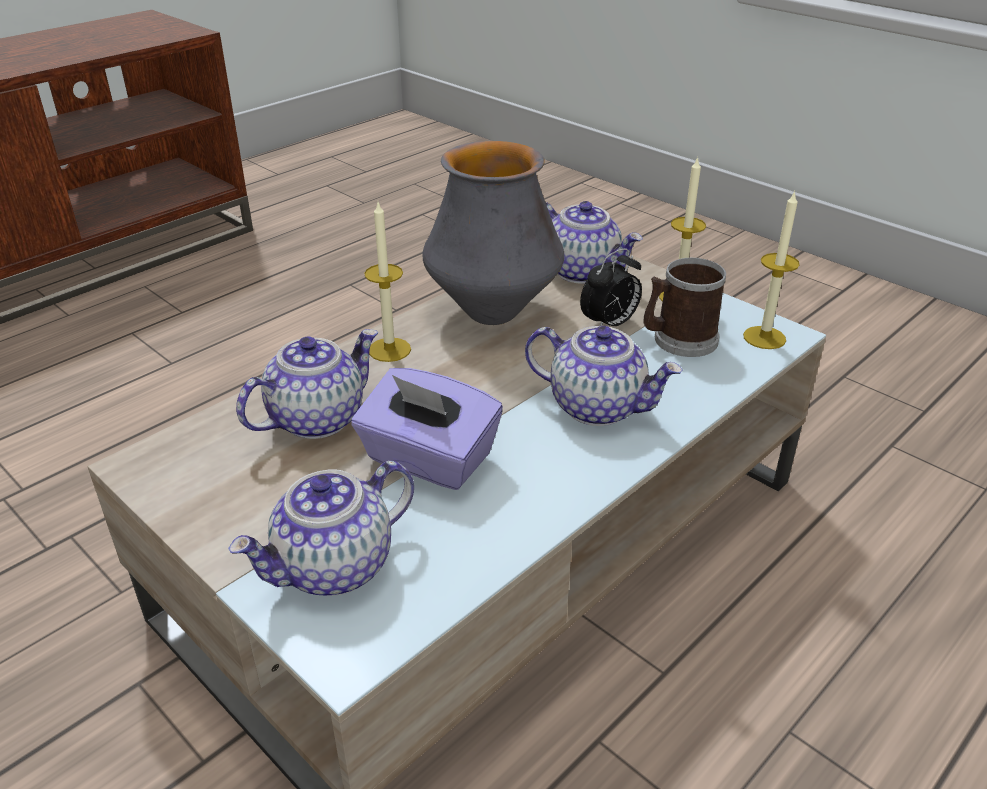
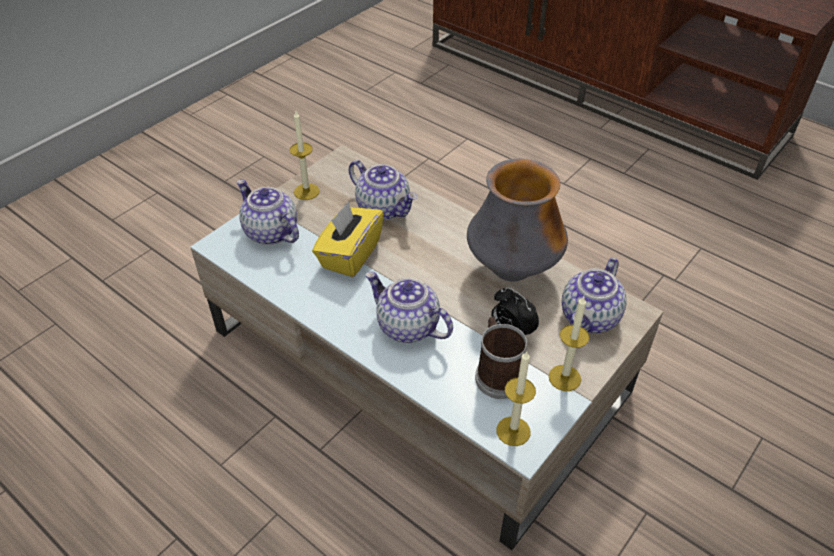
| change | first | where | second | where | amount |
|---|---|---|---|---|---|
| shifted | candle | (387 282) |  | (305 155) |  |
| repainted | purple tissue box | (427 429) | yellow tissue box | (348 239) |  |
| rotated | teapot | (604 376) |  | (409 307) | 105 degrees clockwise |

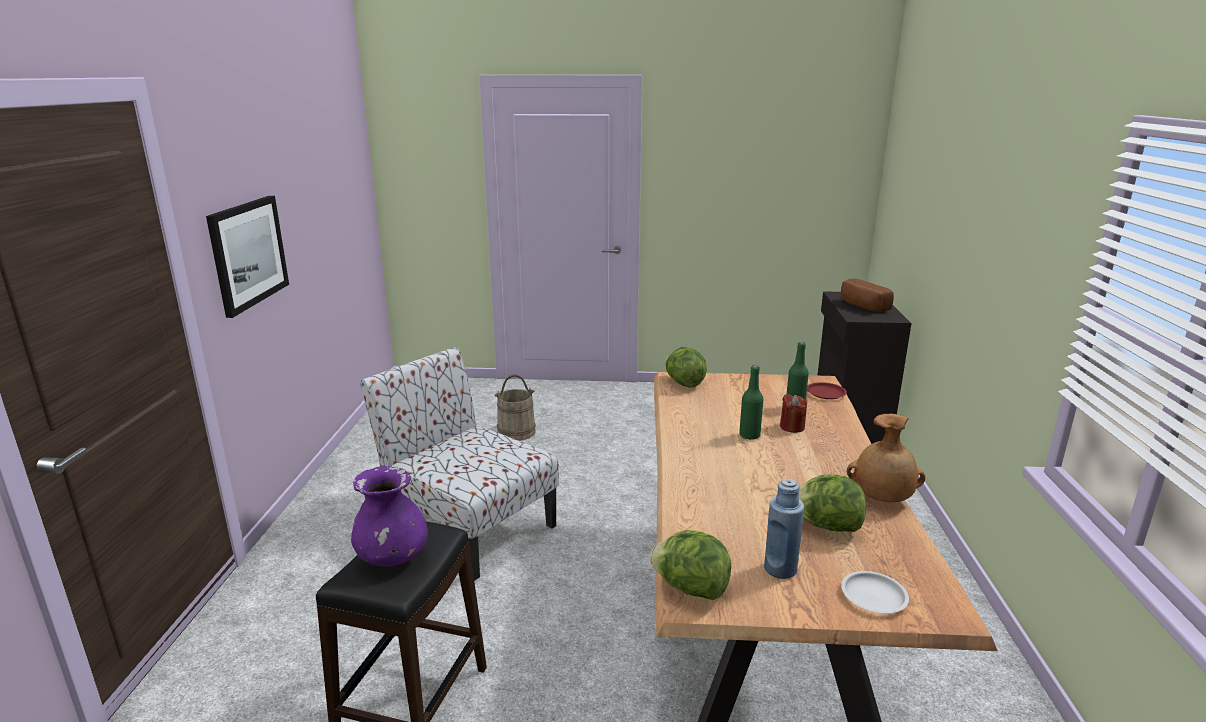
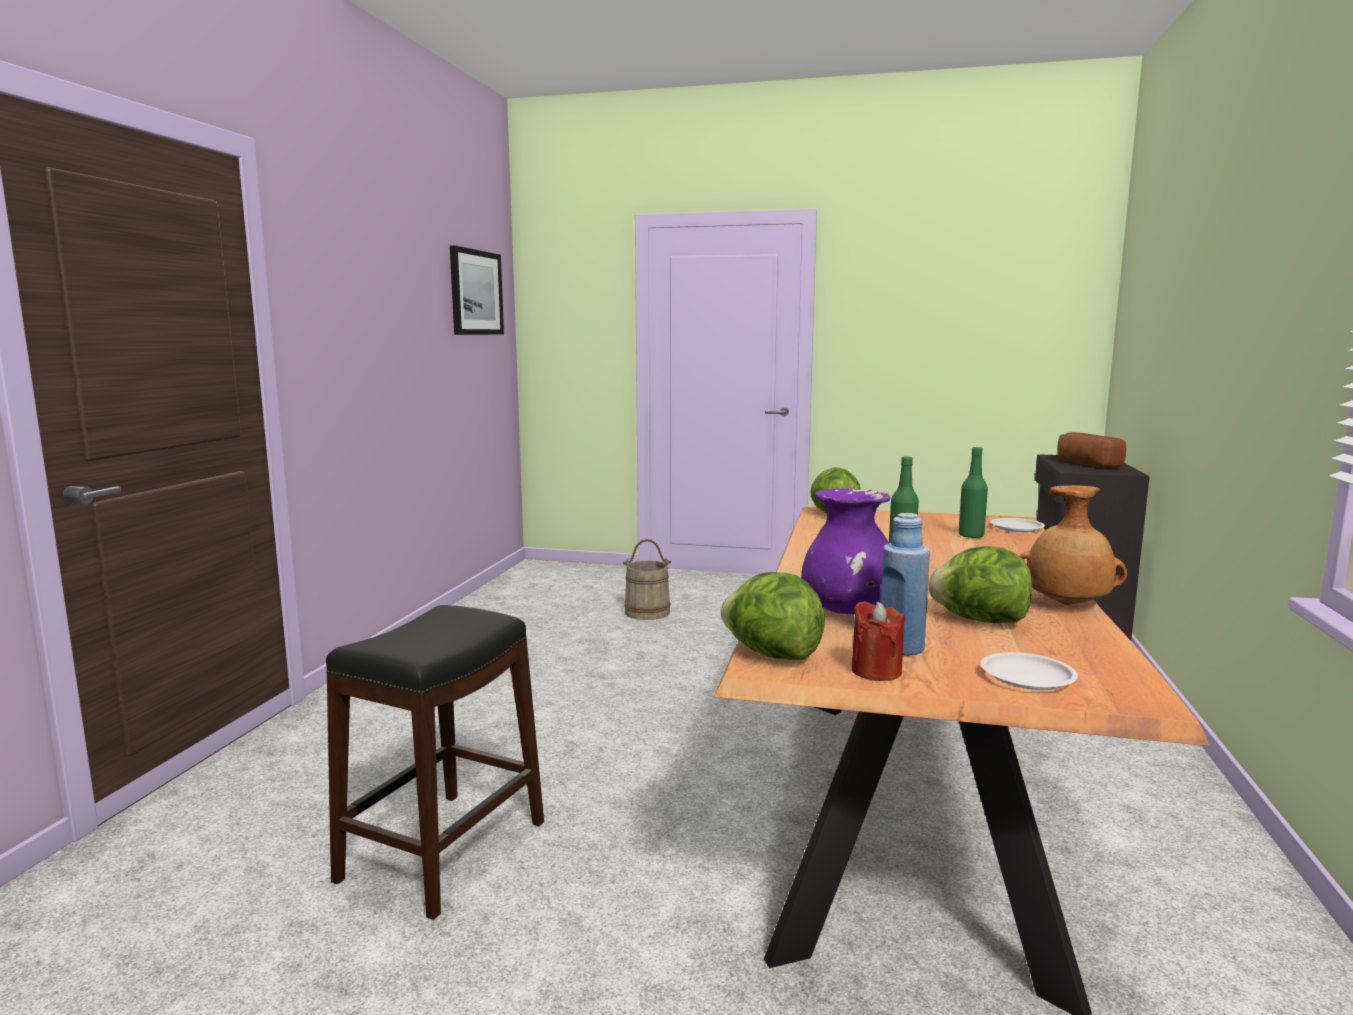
| change | first | where | second | where | amount |
|---|---|---|---|---|---|
| shifted | picture | (247 257) |  | (477 290) |  |
| shifted | purple vase | (389 516) |  | (845 551) |  |
| shifted | red candle | (793 413) |  | (878 641) |  |
| repainted | red plate | (827 390) | white plate | (1017 525) |  |
| gone | chair | (459 463) |  |  |  |

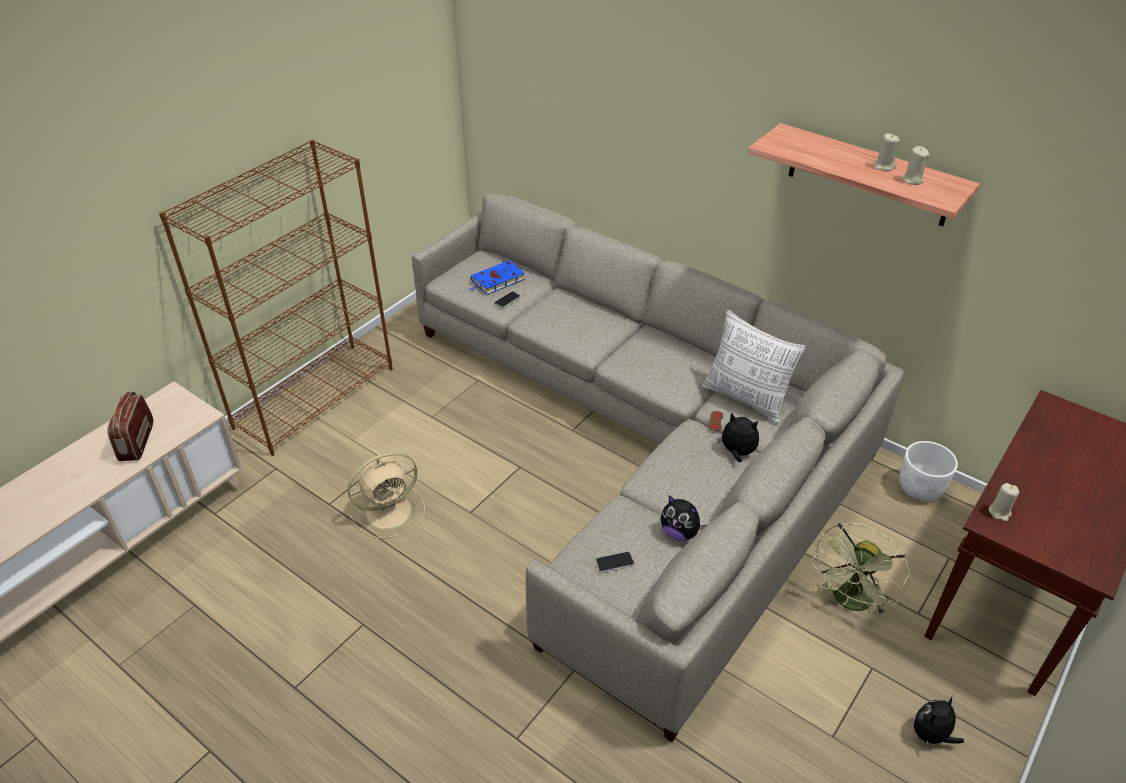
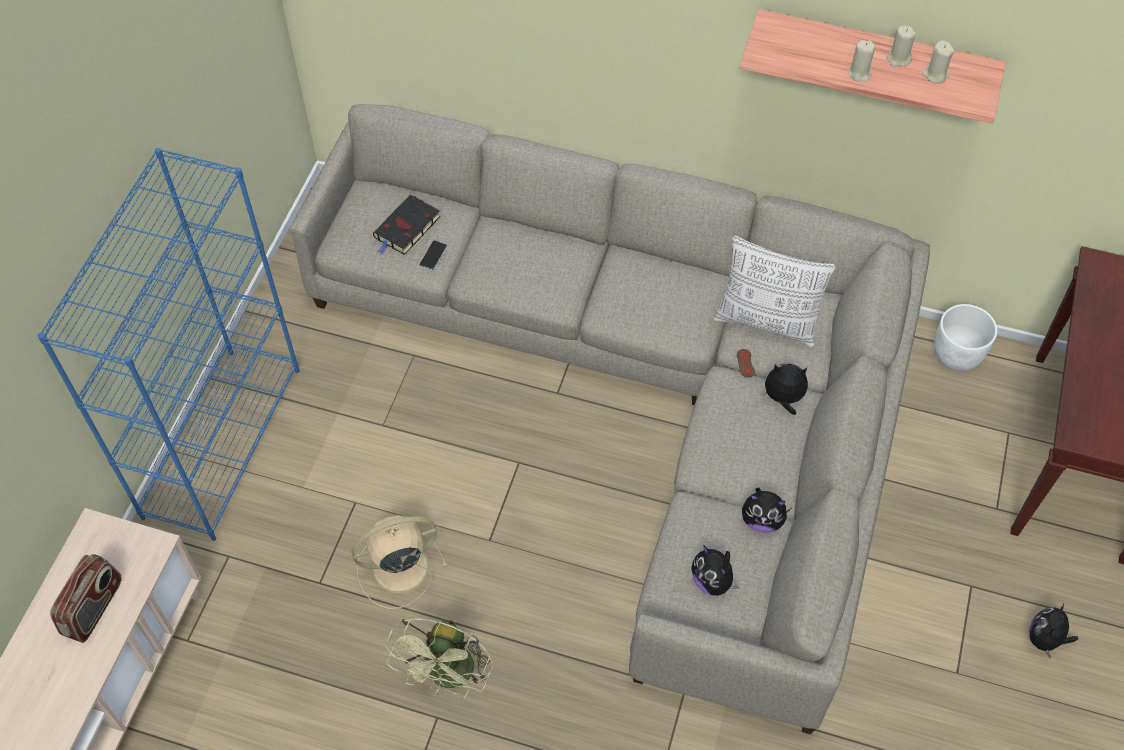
| change | first | where | second | where | amount |
|---|---|---|---|---|---|
| repainted | brown bookcase | (276 298) | blue bookcase | (169 344) |  |
| rotated | radio | (130 426) |  | (86 598) | 135 degrees counterclockwise |
| rotated | beige fan | (386 495) |  | (399 562) | 150 degrees counterclockwise |
| repainted | blue book | (497 277) | black book | (406 225) |  |
| shifted | green fan | (860 569) |  | (439 659) |  |
| swapped | phone | (615 562) | plush toy | (715 571) |  |
| shifted | beige candle | (1004 502) |  | (861 61) |  |

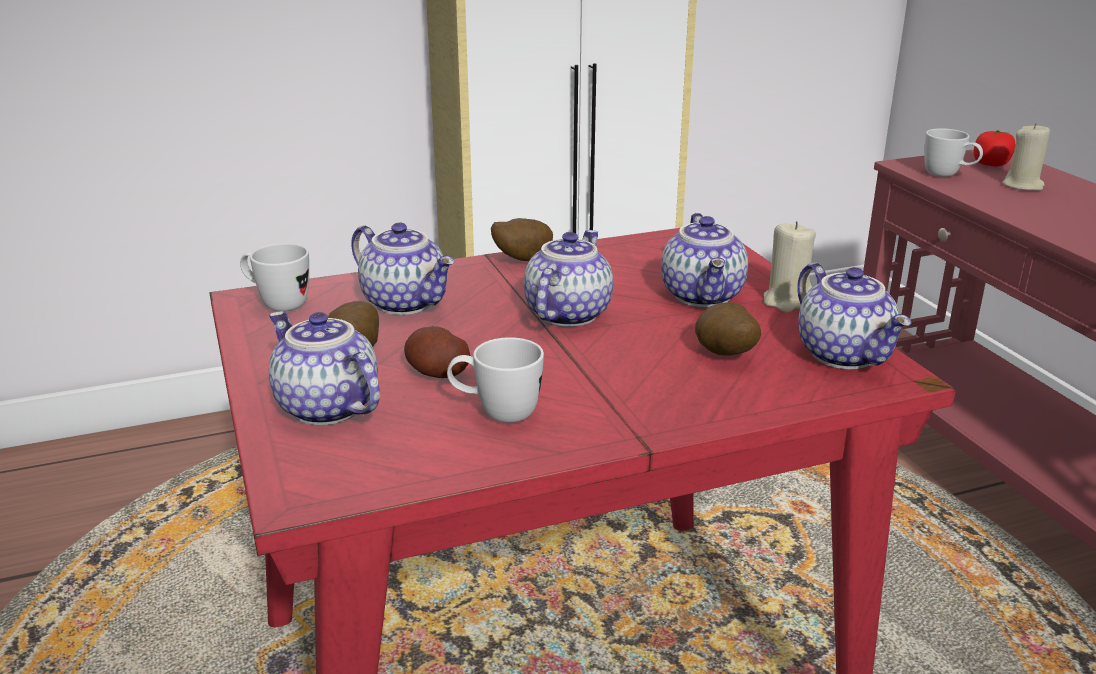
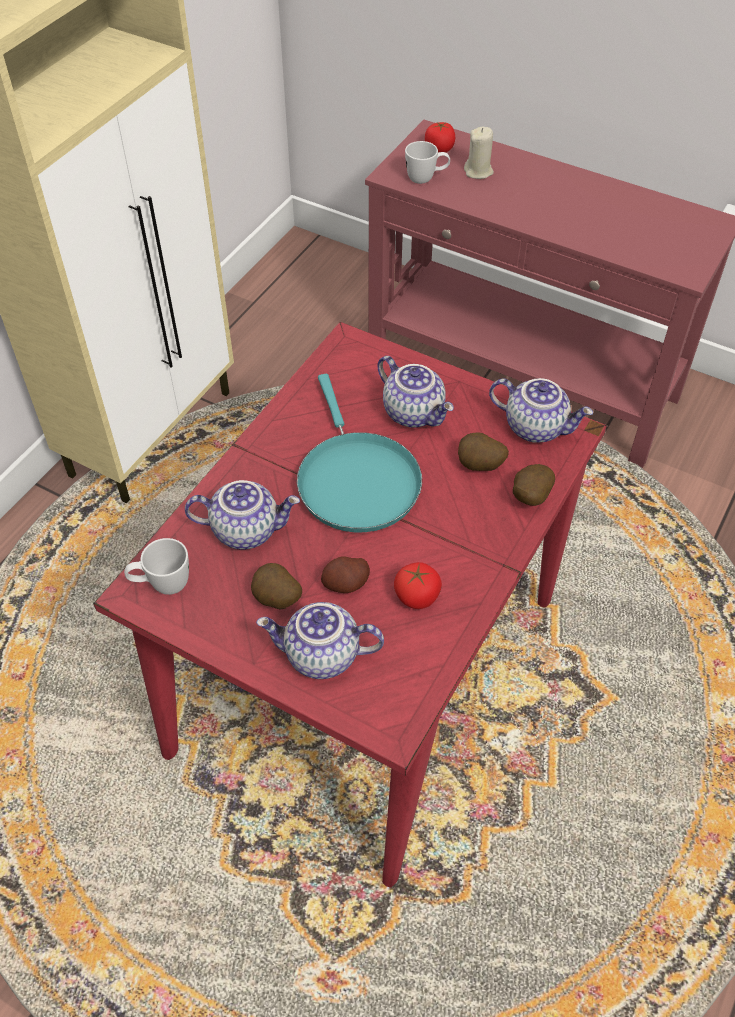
| change | first | where | second | where | amount |
|---|---|---|---|---|---|
| swapped | teapot | (568 278) | turquoise frying pan | (359 453) |  |
| swapped | white mug | (495 380) | tomato | (418 585) |  |
| shifted | potato | (522 239) |  | (534 485) |  |
| gone | beige candle | (790 266) |  |  |  |

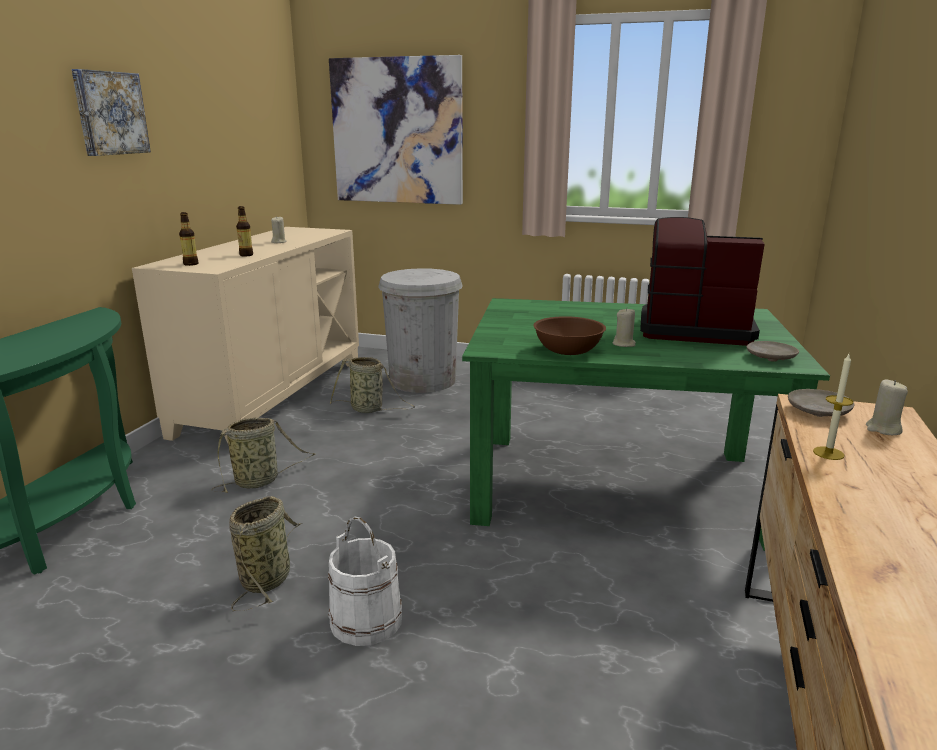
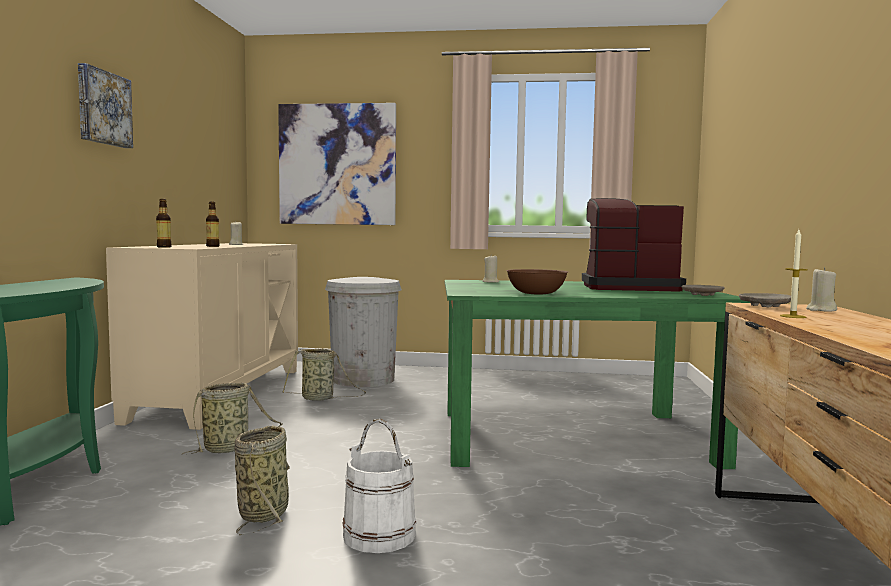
| change | first | where | second | where | amount |
|---|---|---|---|---|---|
| shifted | beige candle | (624 327) |  | (491 268) |  |

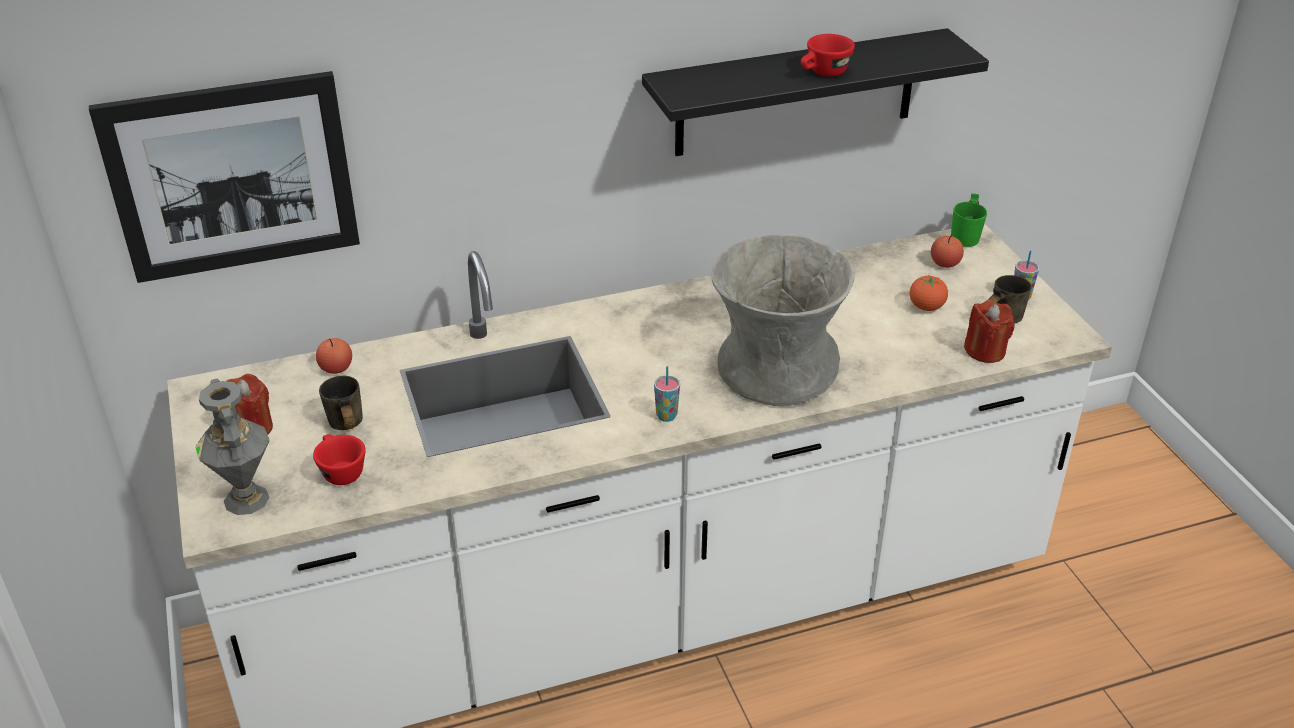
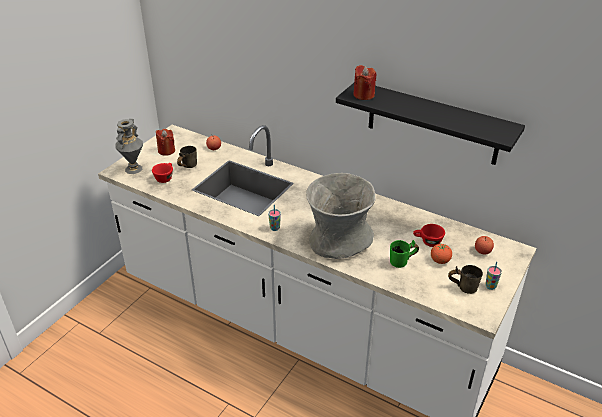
| change | first | where | second | where | amount |
|---|---|---|---|---|---|
| shifted | red candle | (989 331) |  | (365 82) |  |
| shifted | green mug | (969 220) |  | (404 254) |  |
| shifted | red cup | (828 55) |  | (429 235) |  |
| gone | picture | (224 177) |  |  |  |

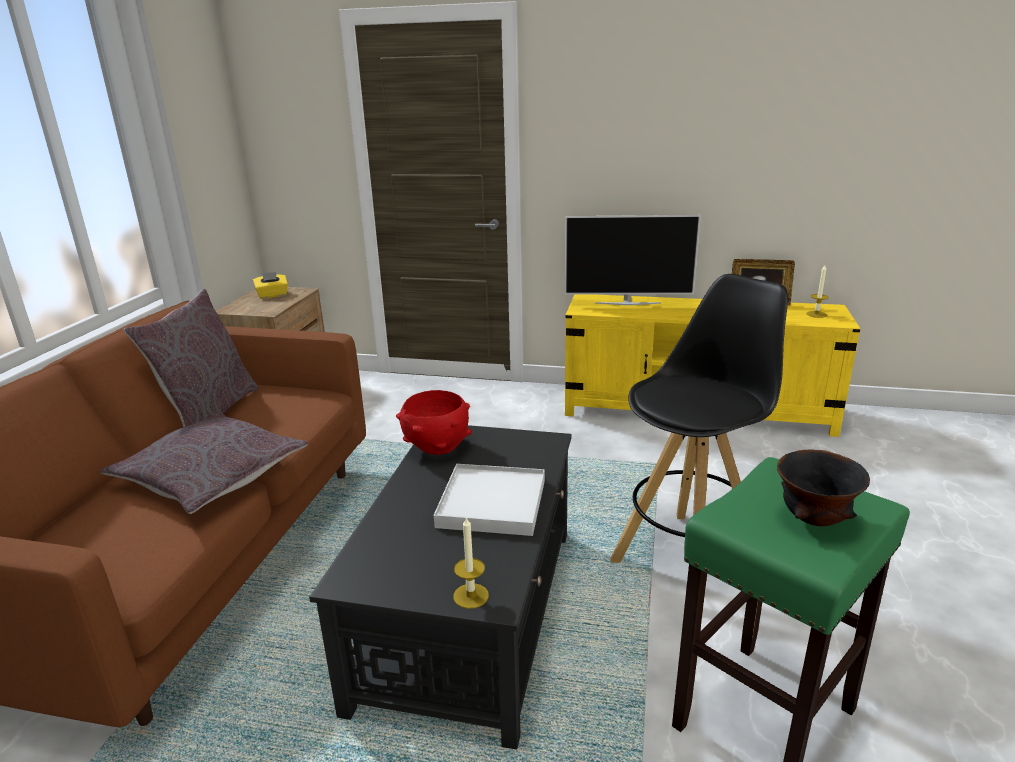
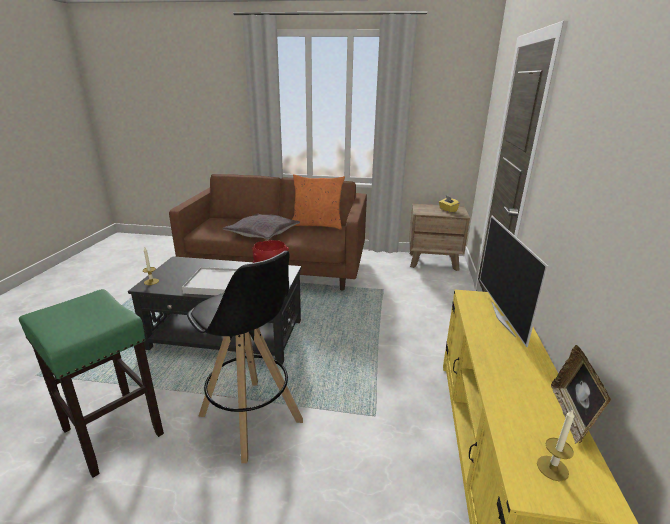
| change | first | where | second | where | amount |
|---|---|---|---|---|---|
| repainted | grey pillow | (191 358) | orange pillow | (318 202) |  |
| gone | black bowl | (823 488) |  |  |  |

